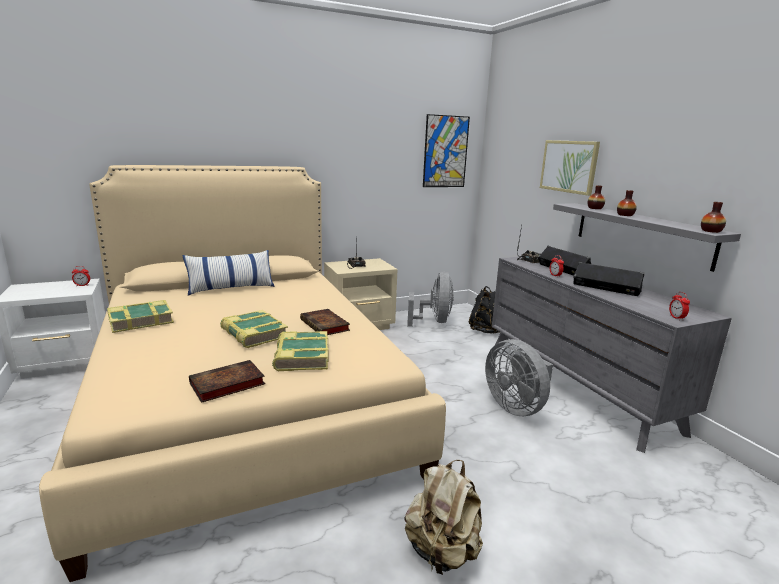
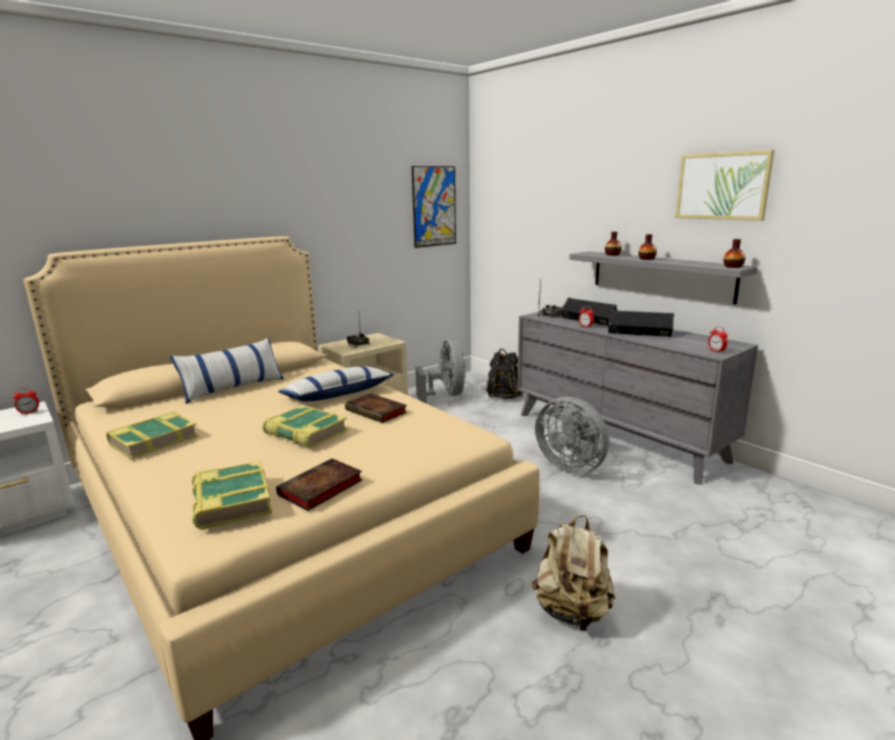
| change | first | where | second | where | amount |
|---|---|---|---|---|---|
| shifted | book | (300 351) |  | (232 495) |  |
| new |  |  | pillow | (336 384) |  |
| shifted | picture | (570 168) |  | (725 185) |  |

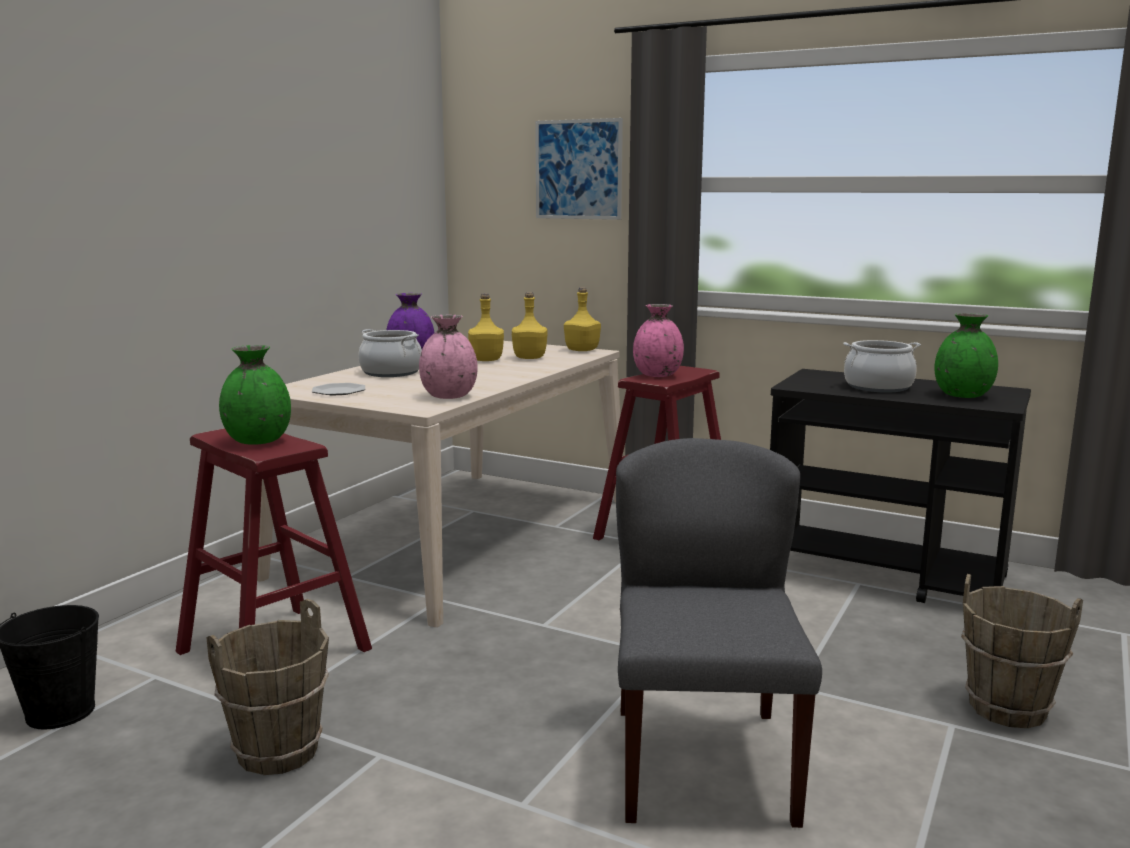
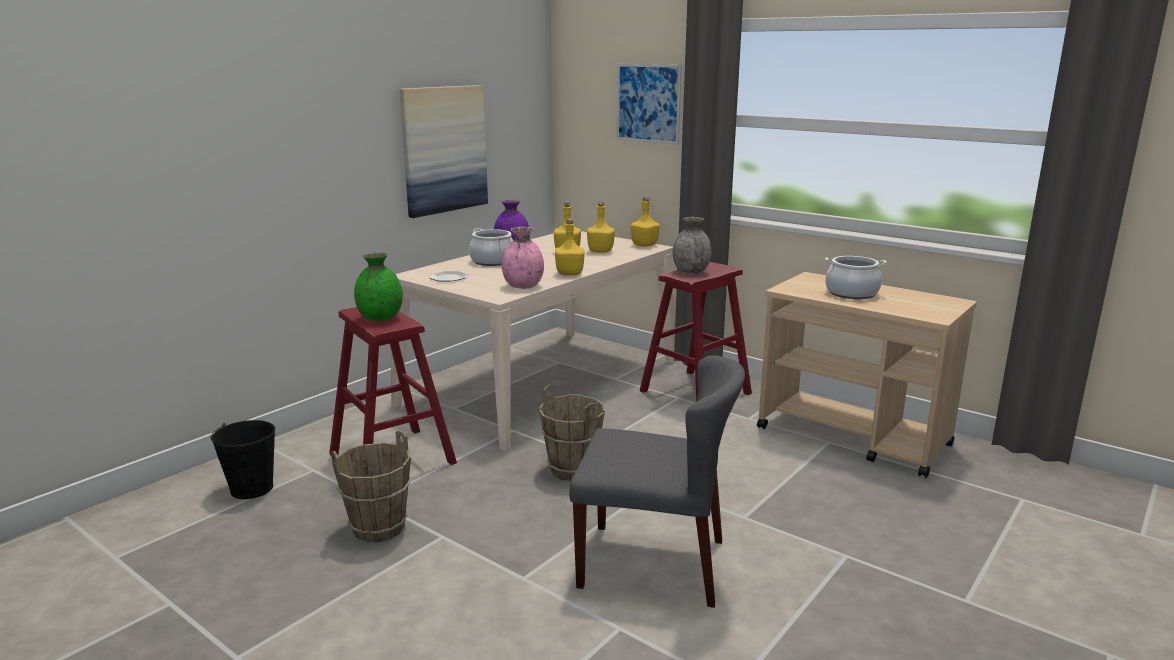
| change | first | where | second | where | amount |
|---|---|---|---|---|---|
| new |  |  | picture | (443 151) |  |
| shifted | brown bucket | (1022 651) |  | (572 433) |  |
| new |  |  | yellow bottle | (570 247) |  |
| rotated | grey chair | (719 633) |  | (657 481) | 90 degrees clockwise |
| repainted | pink vase | (658 340) | grey vase | (692 245) |  |
| repainted | black cart | (900 486) | beige cart | (867 375) |  |
| gone | green vase | (966 355) |  |  |  |

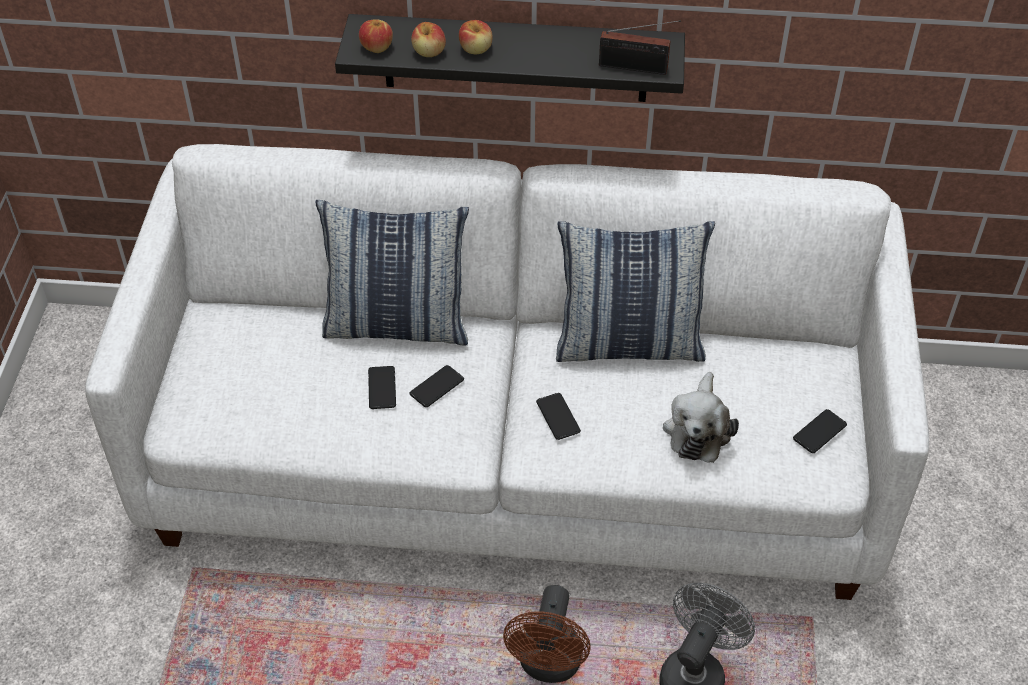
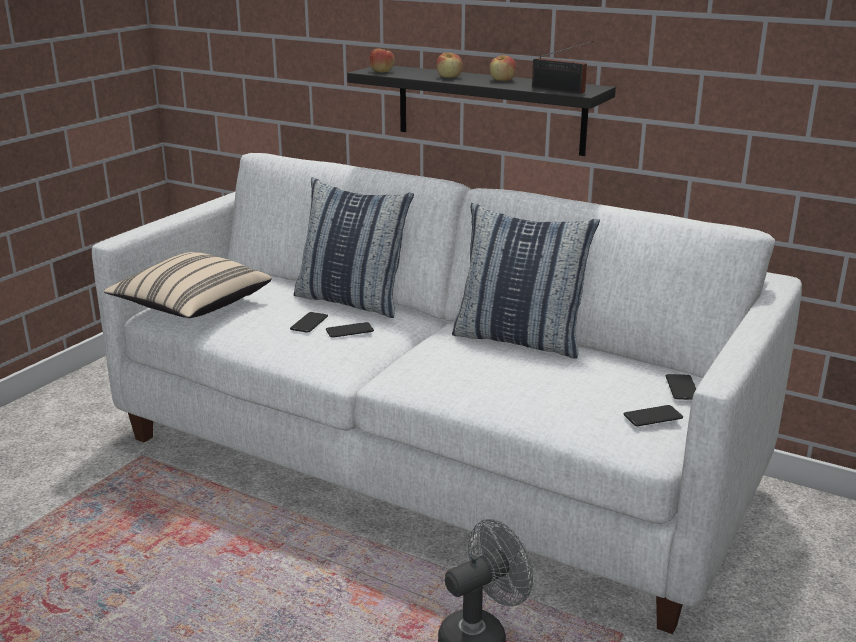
| change | first | where | second | where | amount |
|---|---|---|---|---|---|
| new |  |  | beige pillow | (188 285) |  |
| shifted | apple | (428 39) |  | (503 68) |  |
| shifted | phone | (558 416) |  | (681 387) |  |
| gone | brown fan | (547 634) |  |  |  |
| gone | plush toy | (701 417) |  |  |  |

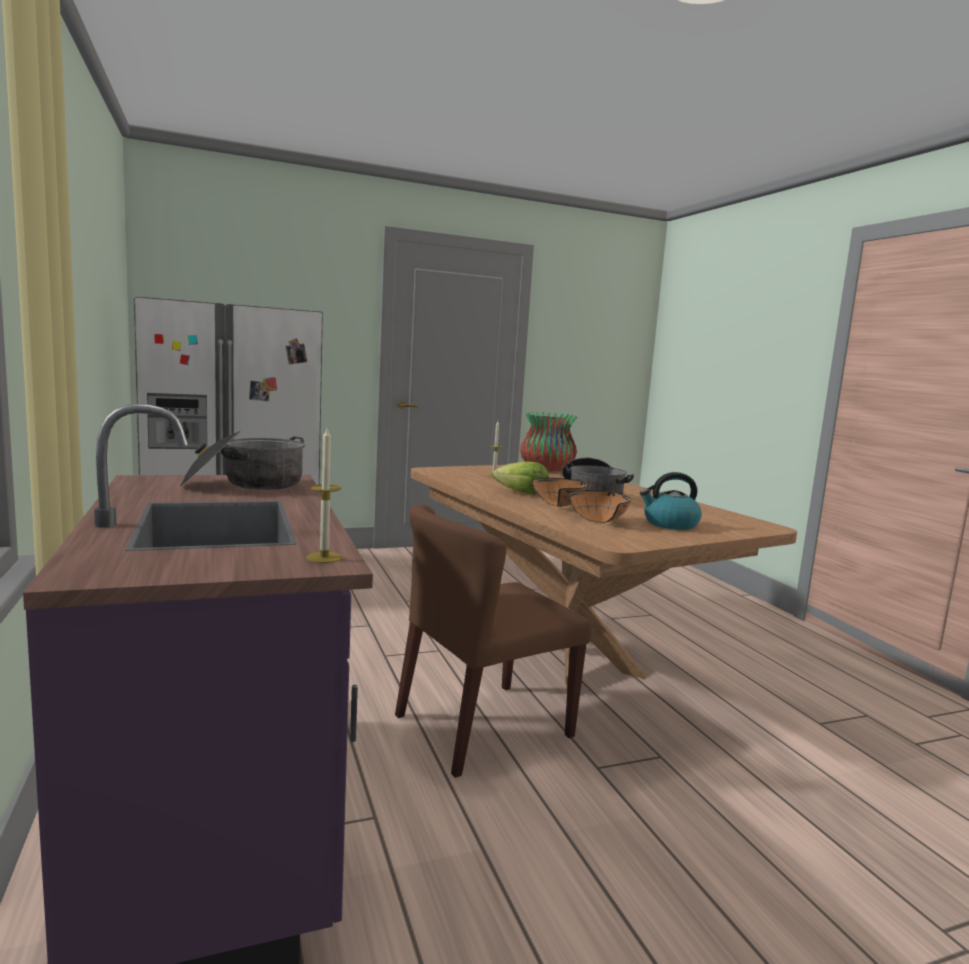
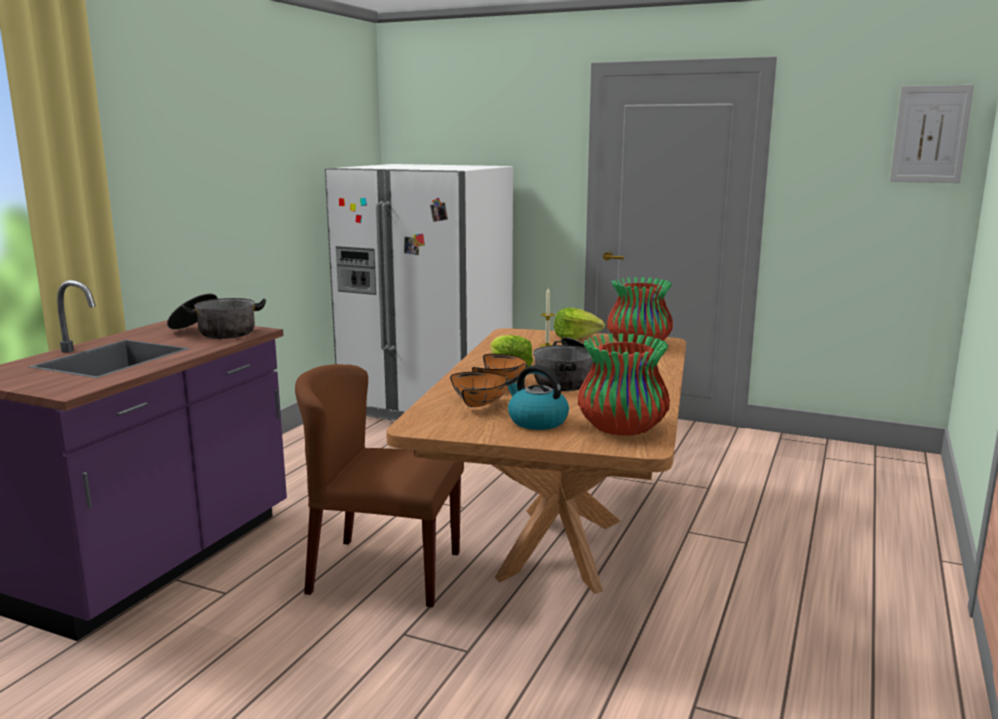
| change | first | where | second | where | amount |
|---|---|---|---|---|---|
| new |  |  | lettuce | (579 324) |  |
| new |  |  | vase | (624 384) |  |
| new |  |  | picture | (932 134) |  |
| gone | candle | (324 495) |  |  |  |

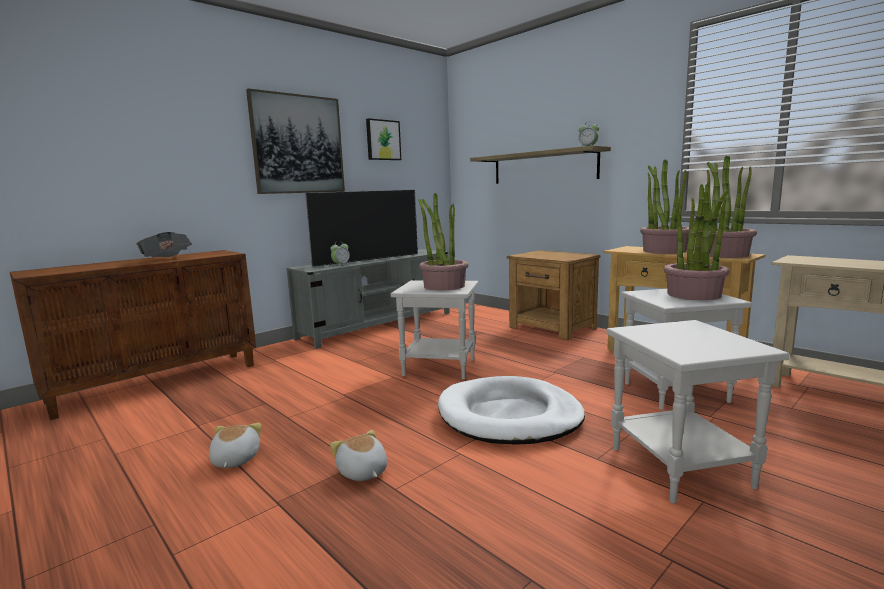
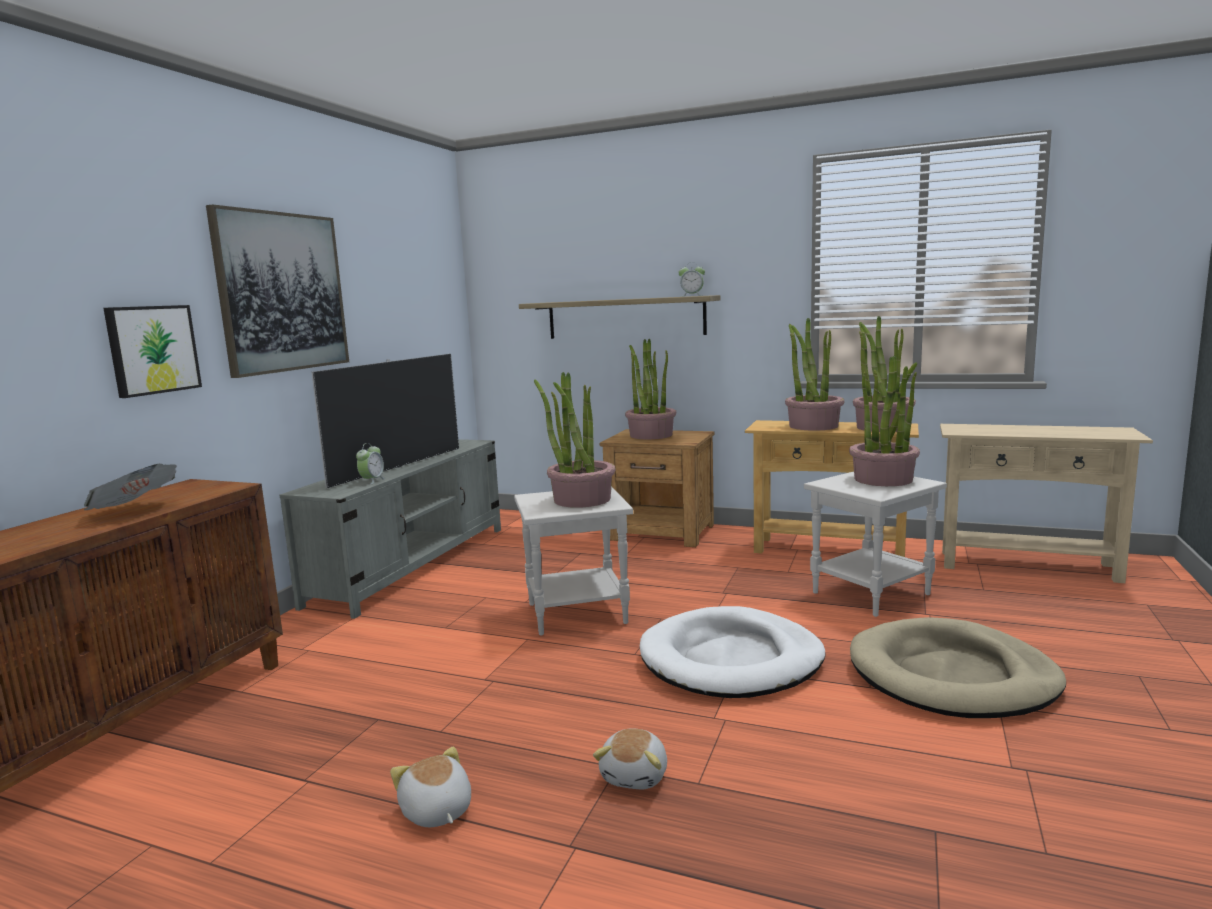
| change | first | where | second | where | amount |
|---|---|---|---|---|---|
| shifted | picture | (383 139) |  | (152 351) |  |
| rotated | plush toy | (358 455) |  | (630 759) | 105 degrees counterclockwise |
| new |  |  | potted plant | (650 389) |  |
| swapped | white side table | (698 412) | beige dog bed | (958 667) |  |

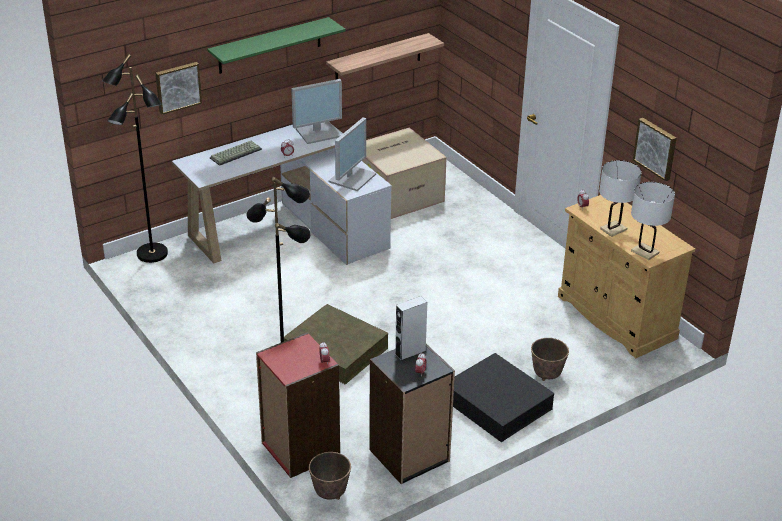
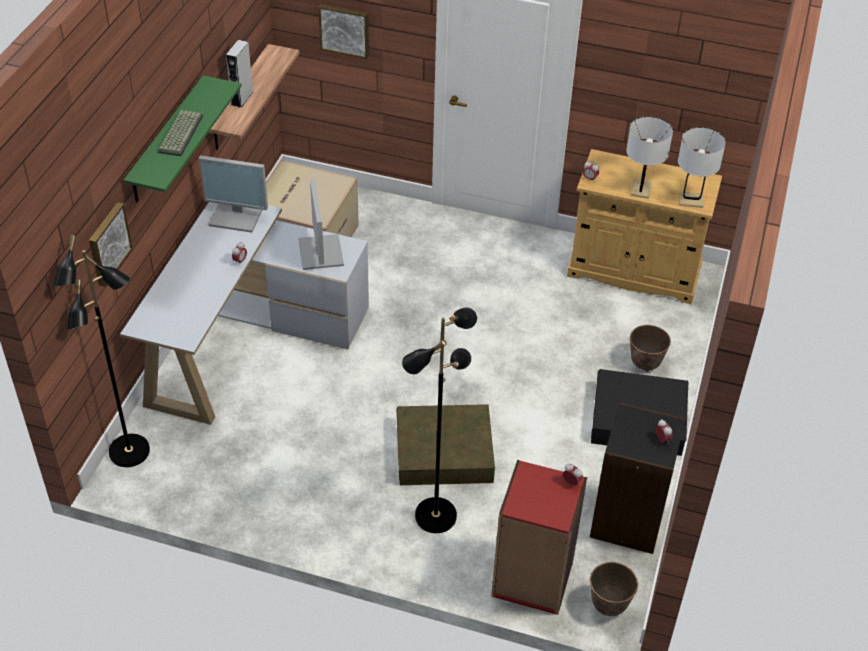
| change | first | where | second | where | amount |
|---|---|---|---|---|---|
| shifted | keyboard | (236 153) |  | (180 133) |  |
| rotated | monitor | (316 111) |  | (233 194) | 75 degrees clockwise |
| shifted | grey speaker | (411 328) |  | (239 74) |  |
| shifted | picture | (655 149) |  | (343 31) |  |

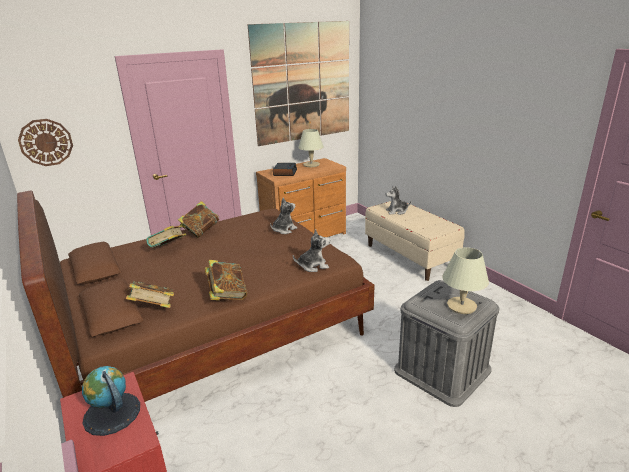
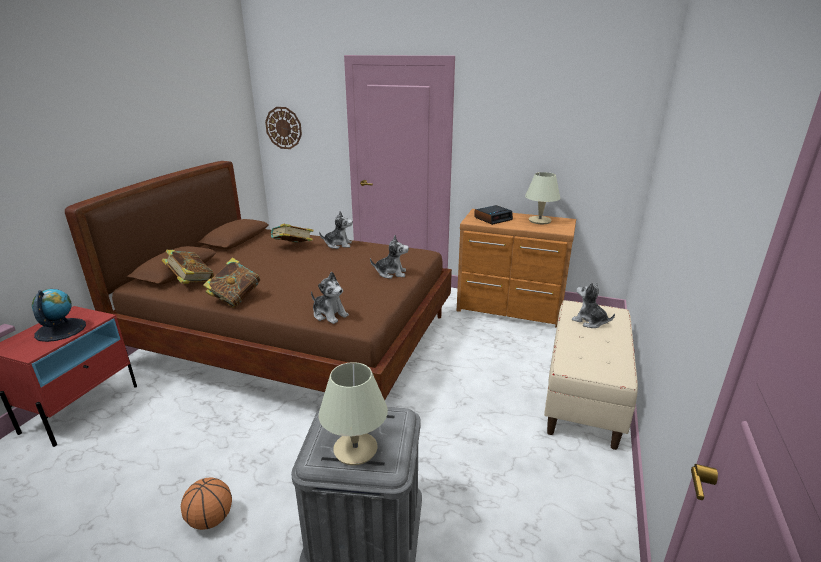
| change | first | where | second | where | amount |
|---|---|---|---|---|---|
| new |  |  | basketball | (206 503) |  |
| swapped | book | (198 219) | plush toy | (336 230) |  |
| gone | picture | (298 83) |  |  |  |

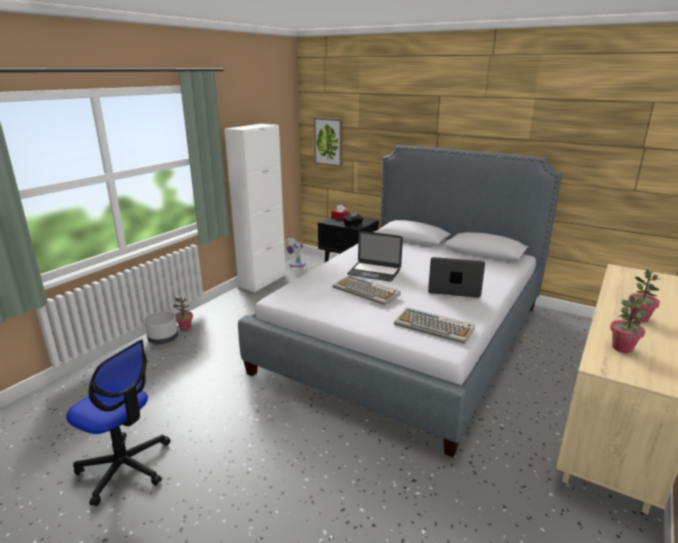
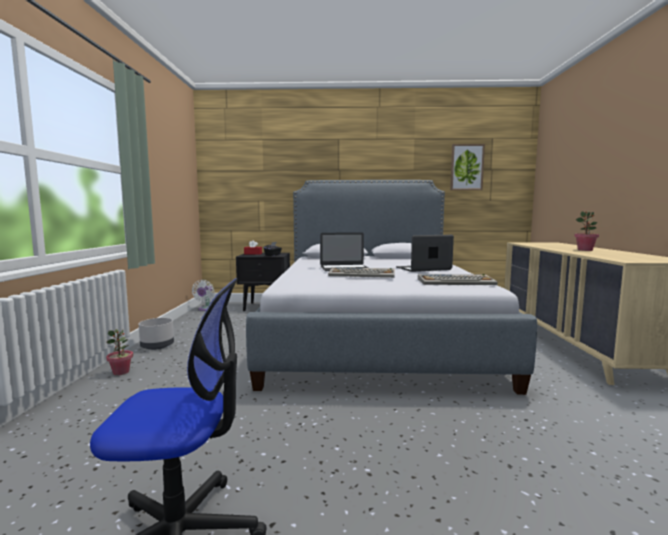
| change | first | where | second | where | amount |
|---|---|---|---|---|---|
| shifted | grey planter | (161 327) |  | (156 334) |  |
| shifted | picture | (328 142) |  | (467 167) |  |
| gone | white cabinet | (255 208) |  |  |  |
| gone | potted plant | (628 324) |  |  |  |

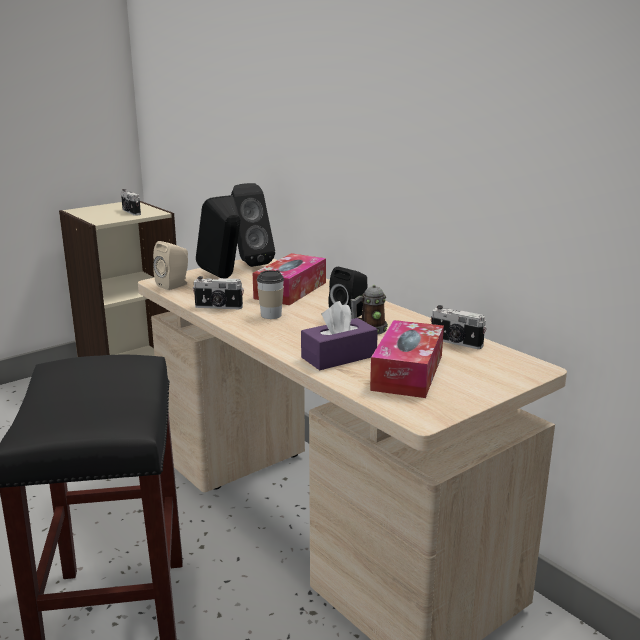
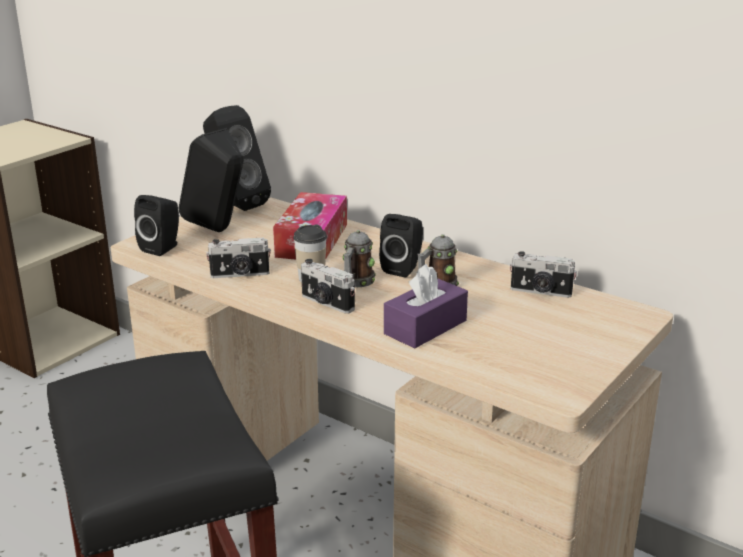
| change | first | where | second | where | amount |
|---|---|---|---|---|---|
| repainted | beige speaker | (170 265) | black speaker | (156 225) |  |
| shifted | photo camera | (131 202) |  | (328 286) |  |
| new |  |  | mug | (359 258) |  |
| gone | tissue box | (407 359) |  |  |  |

